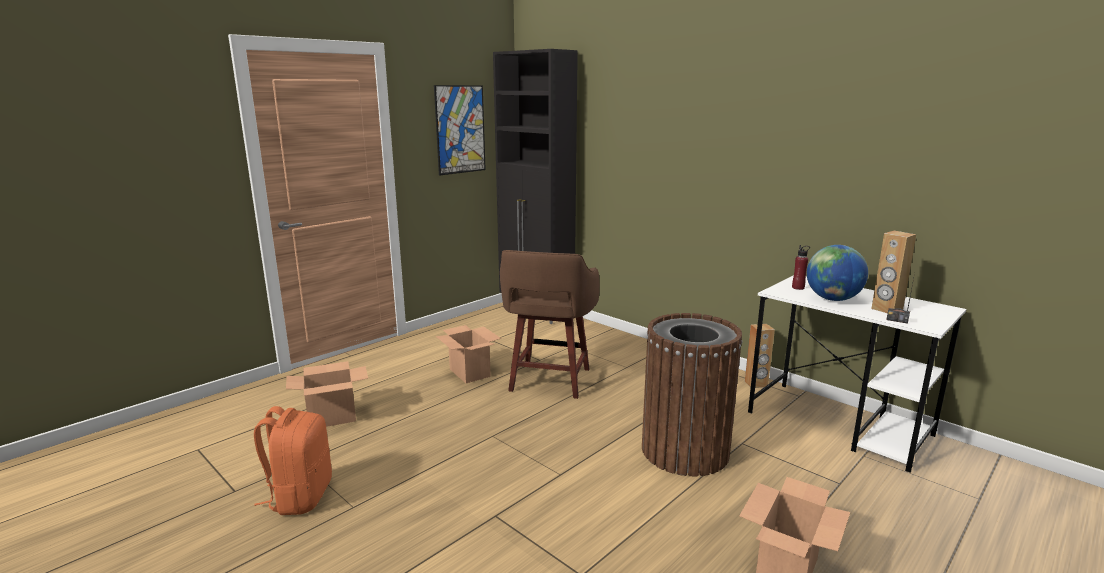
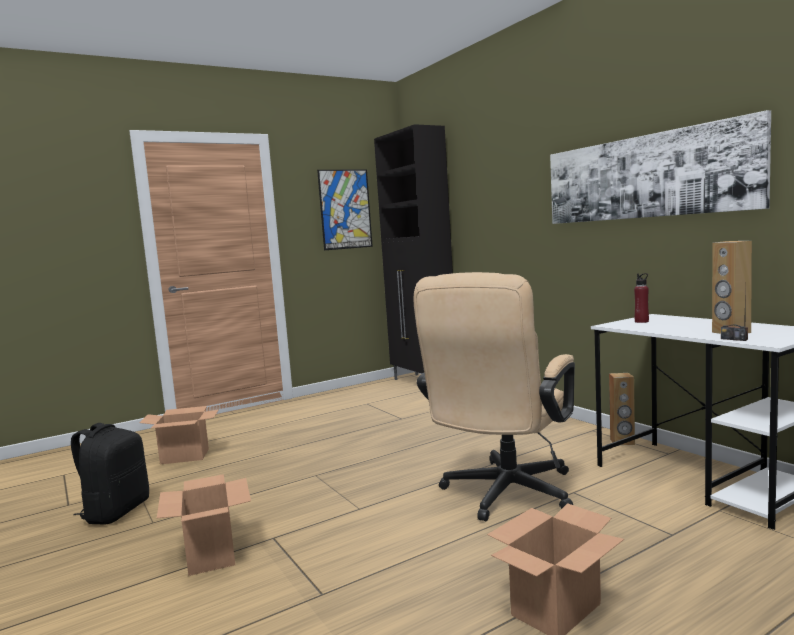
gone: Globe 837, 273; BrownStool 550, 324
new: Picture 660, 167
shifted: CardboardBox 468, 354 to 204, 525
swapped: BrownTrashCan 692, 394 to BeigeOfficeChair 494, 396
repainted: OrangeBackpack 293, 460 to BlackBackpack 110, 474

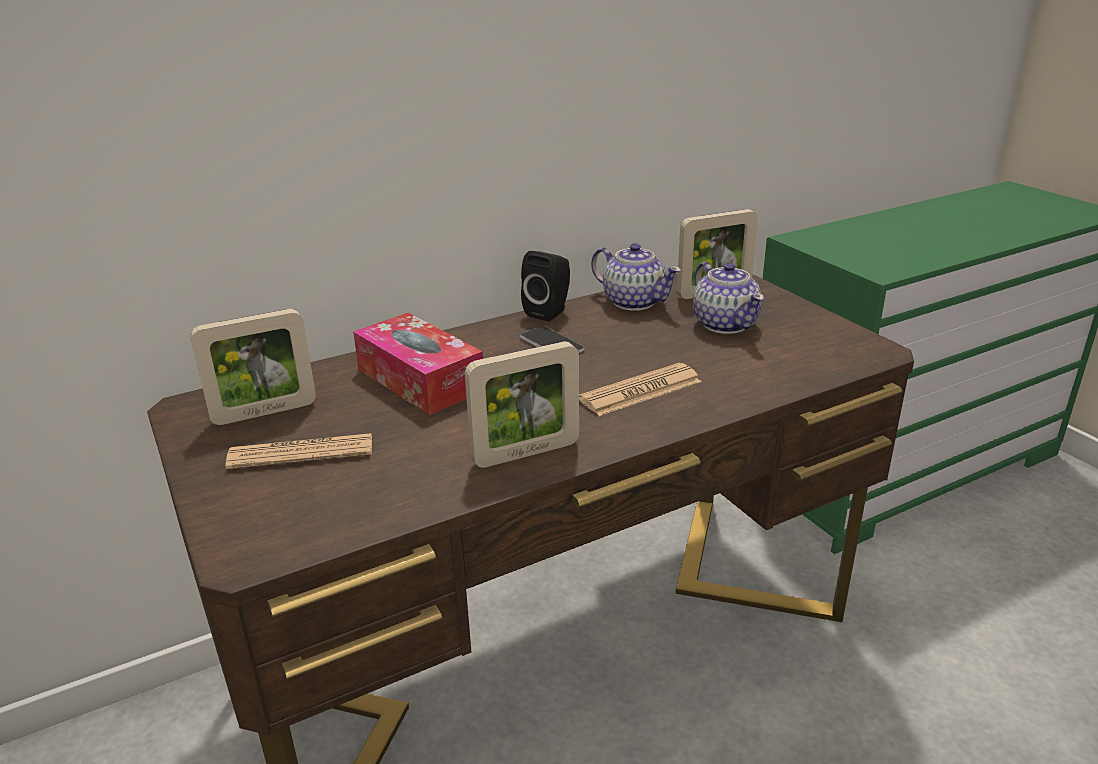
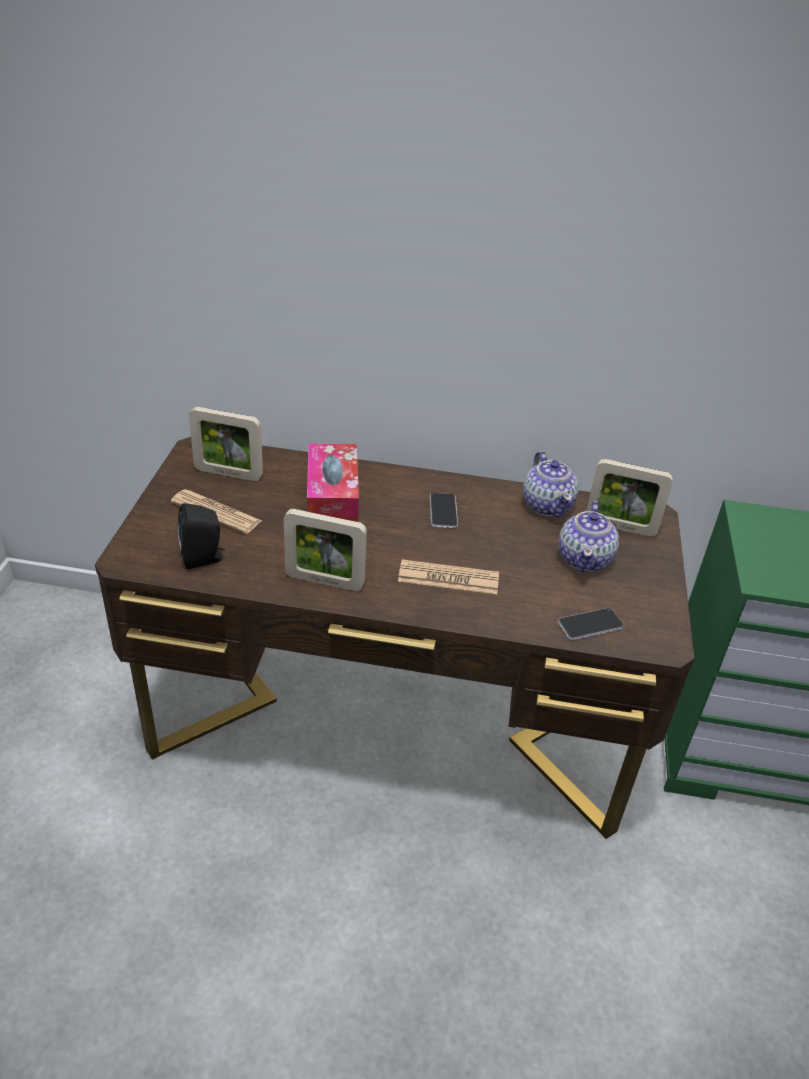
new: Phone 591, 624
shifted: BlackSpeaker 545, 286 to 201, 536

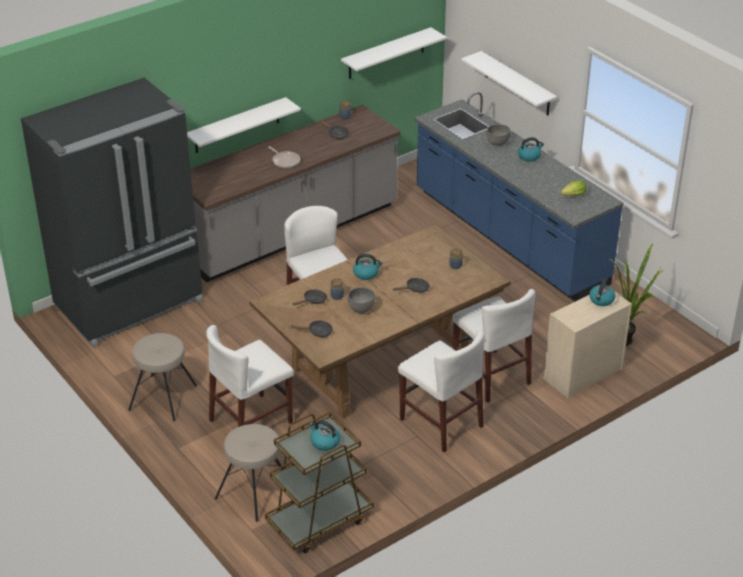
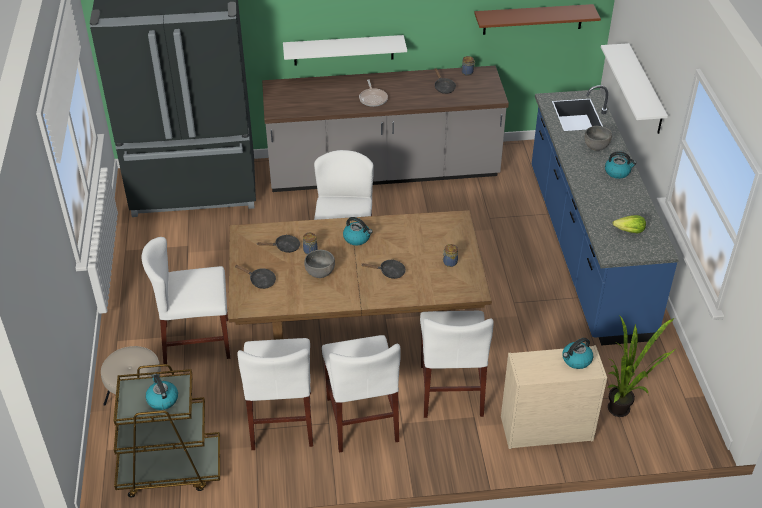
gone: BeigeStool 162, 377
new: WhiteChair 275, 394
repainted: WhiteShelf 394, 53 to BrownShelf 537, 19

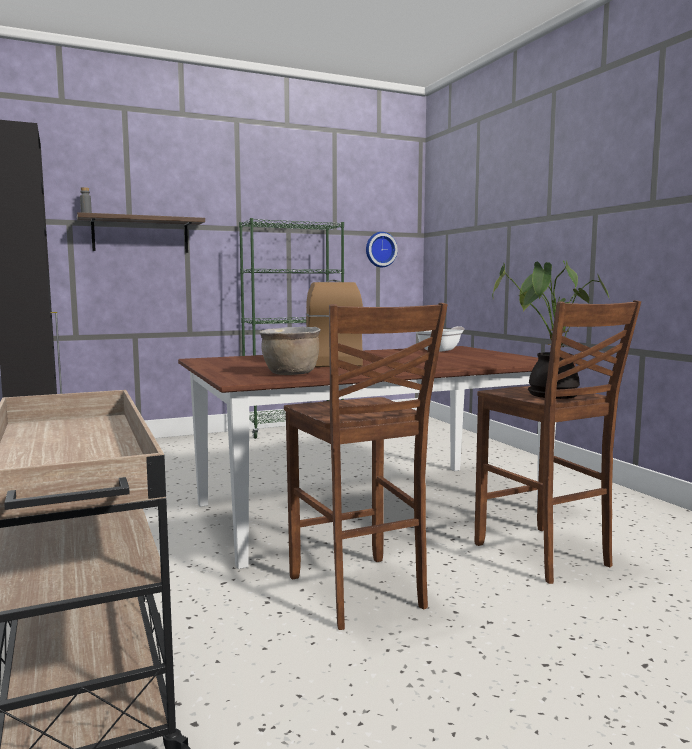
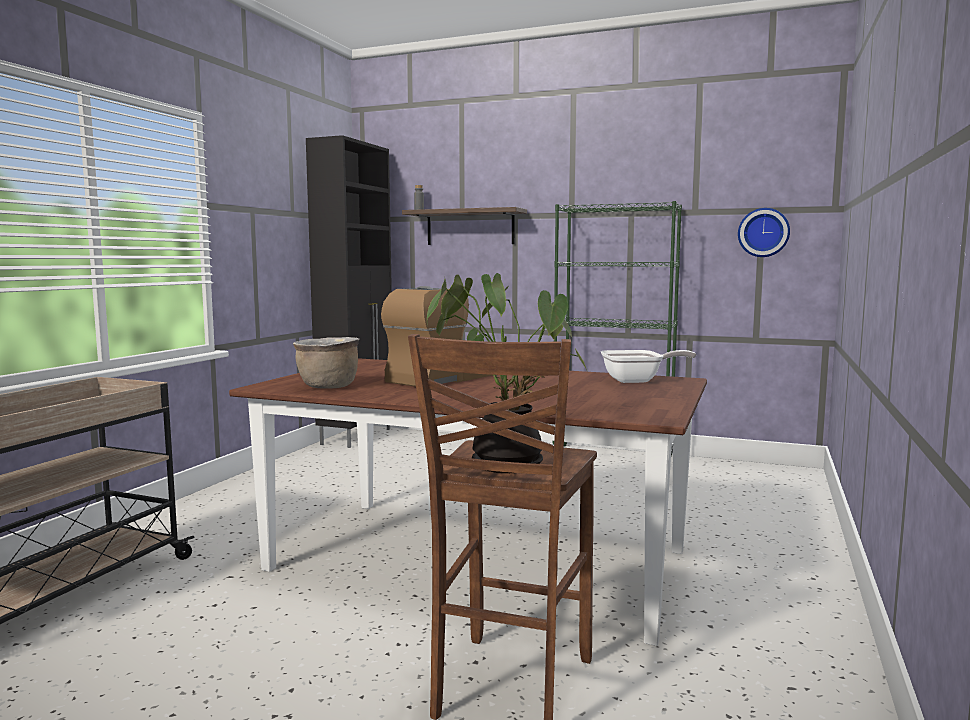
gone: BrownStool 366, 466

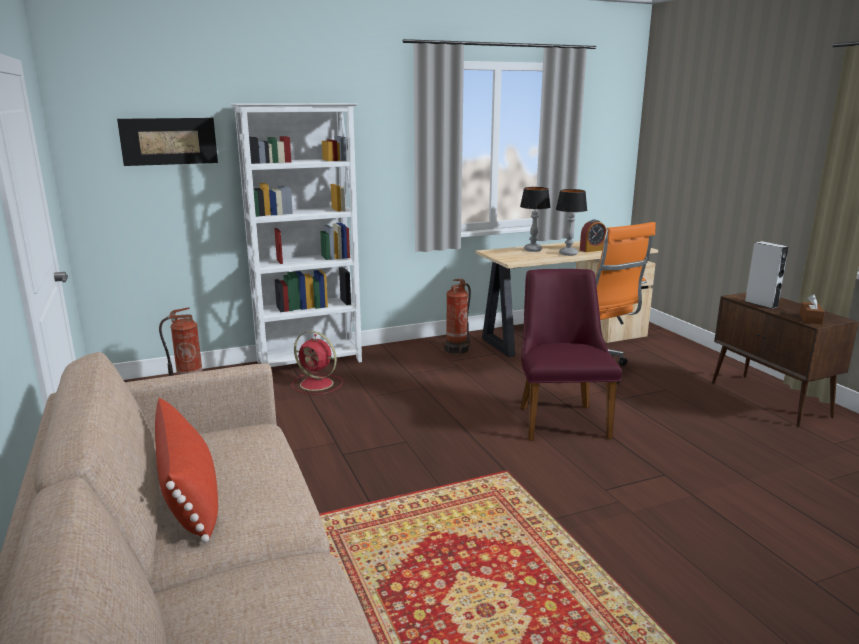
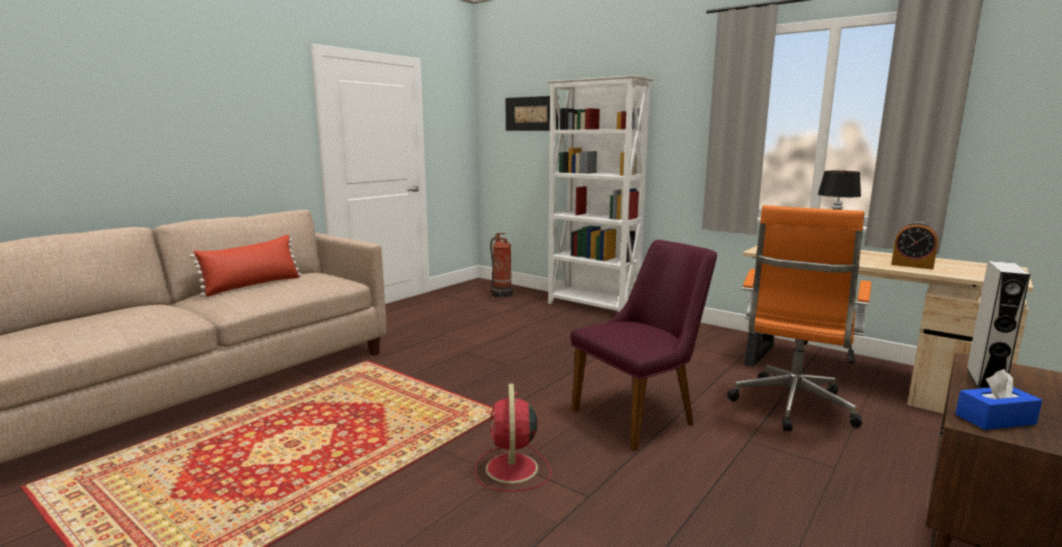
gone: TableLamp 571, 222; FireExtinguisher 456, 317
shifted: RedFan 317, 363 to 513, 438
repainted: BrownTissueBox 812, 309 to BlueTissueBox 999, 399

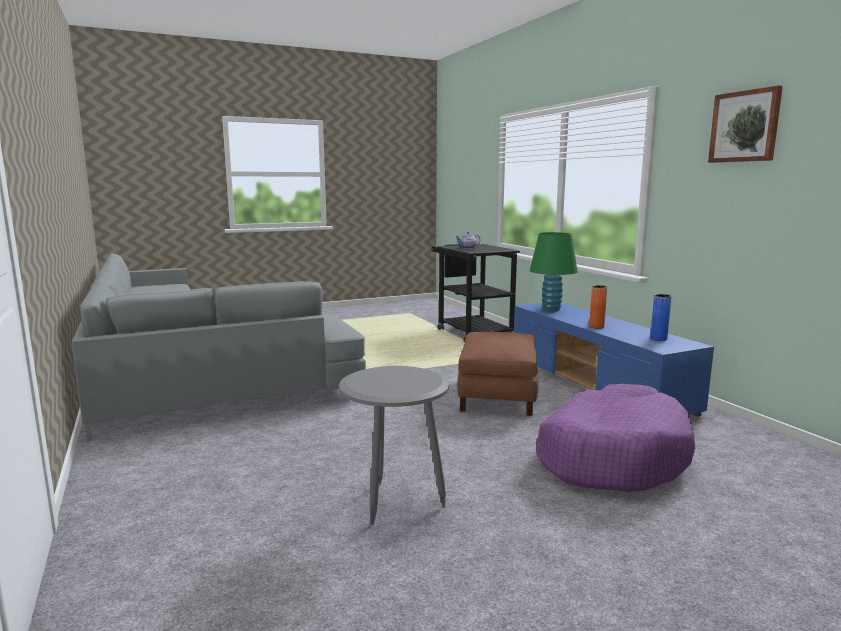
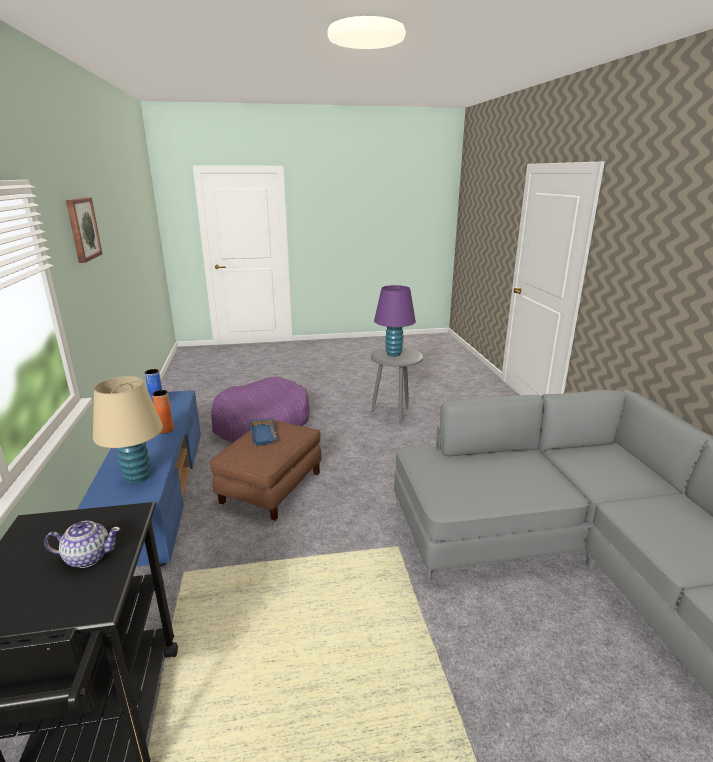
new: PurpleTableLamp 395, 321; BlueTray 263, 432
repainted: GreenTableLamp 554, 272 to BeigeTableLamp 128, 430

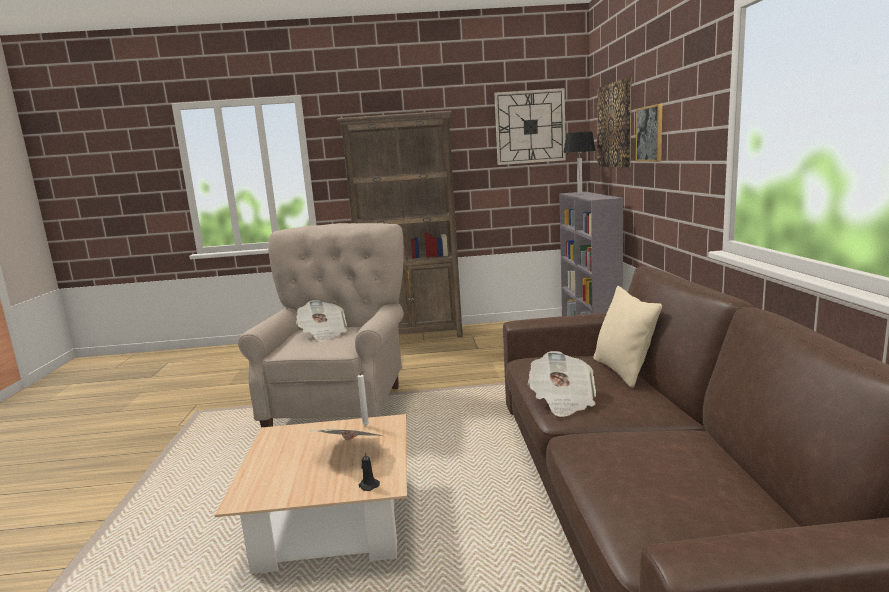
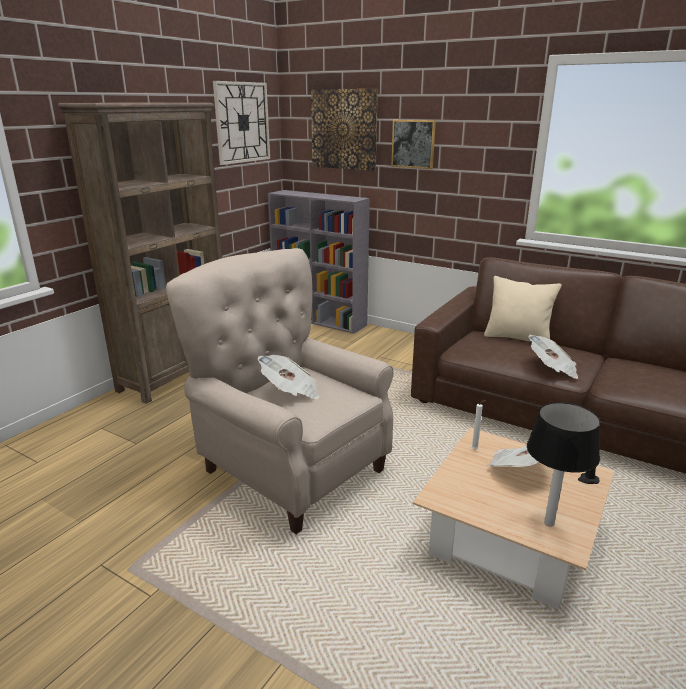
shifted: TableLamp 579, 162 to 563, 464

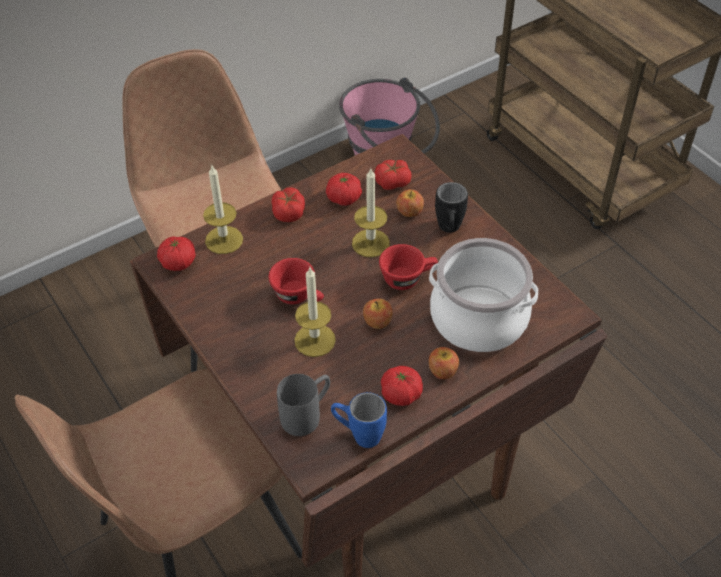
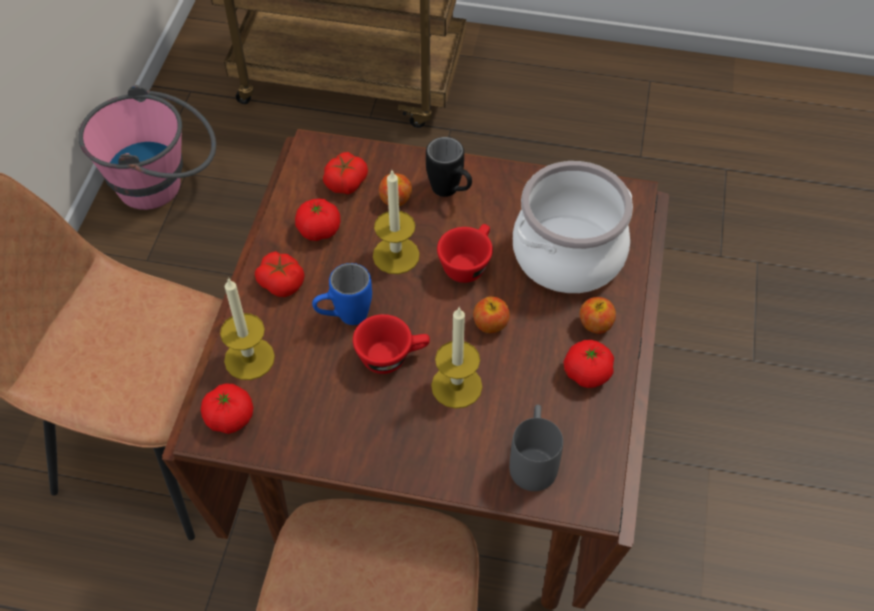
shifted: BlueMug 359, 420 to 342, 294

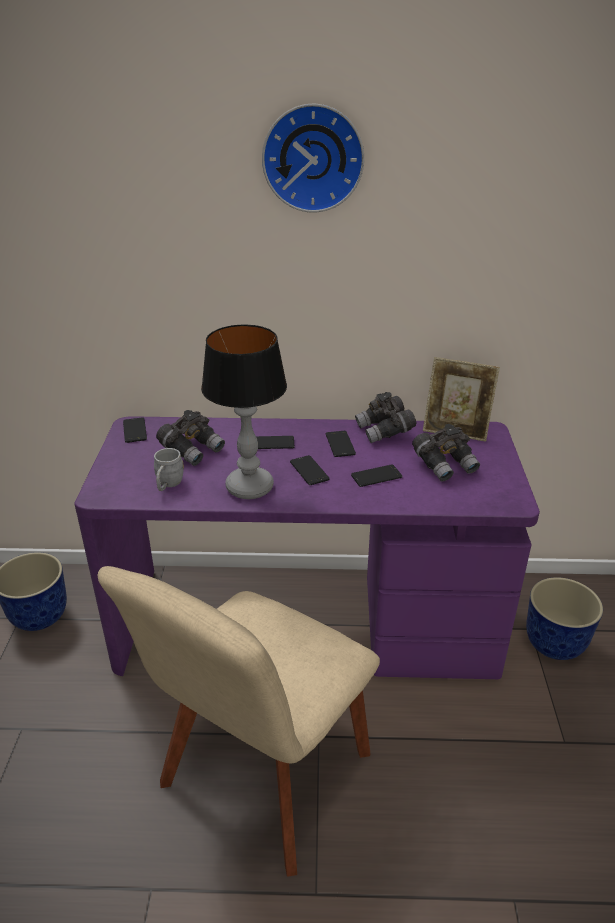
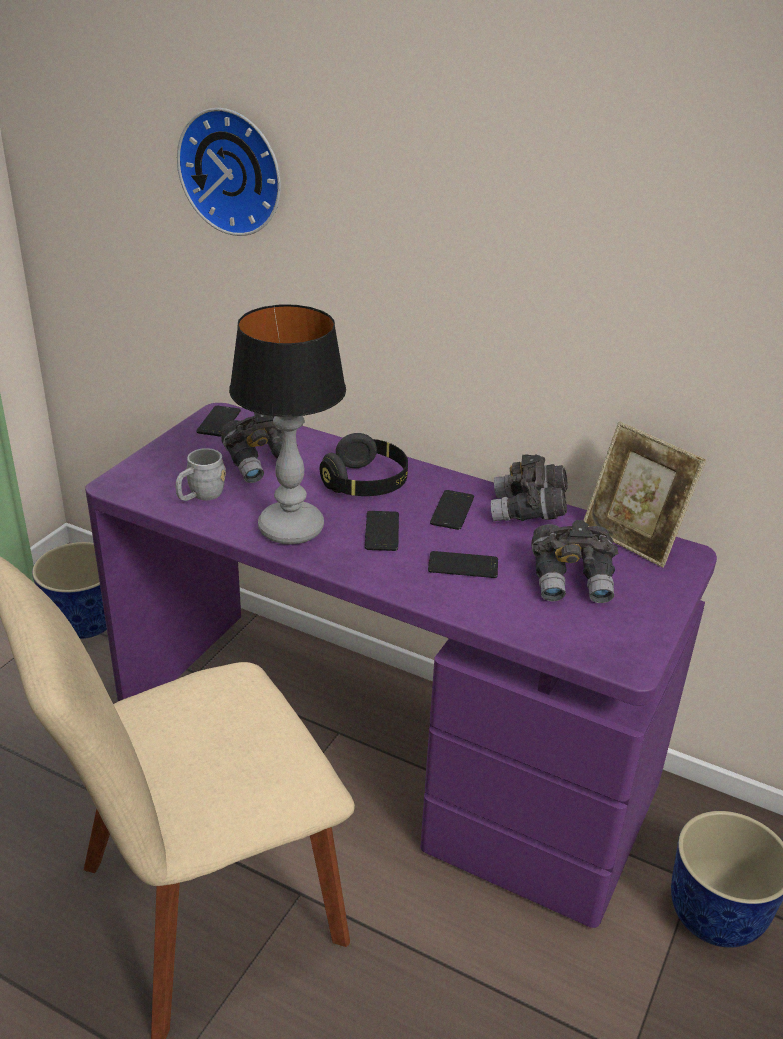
shifted: WallClock 313, 158 to 229, 172
swapped: Phone 275, 442 to BlackHeadphones 364, 464

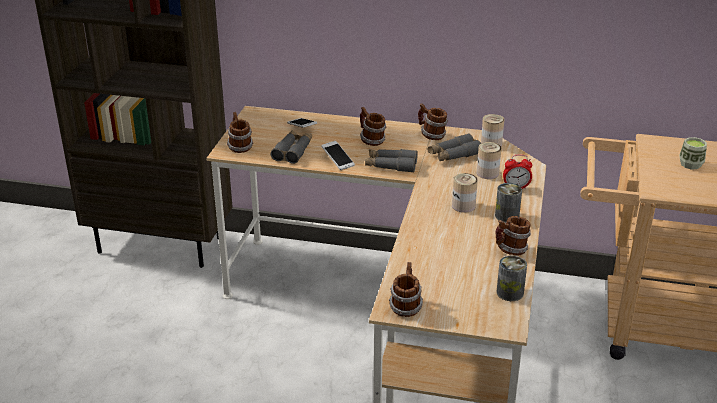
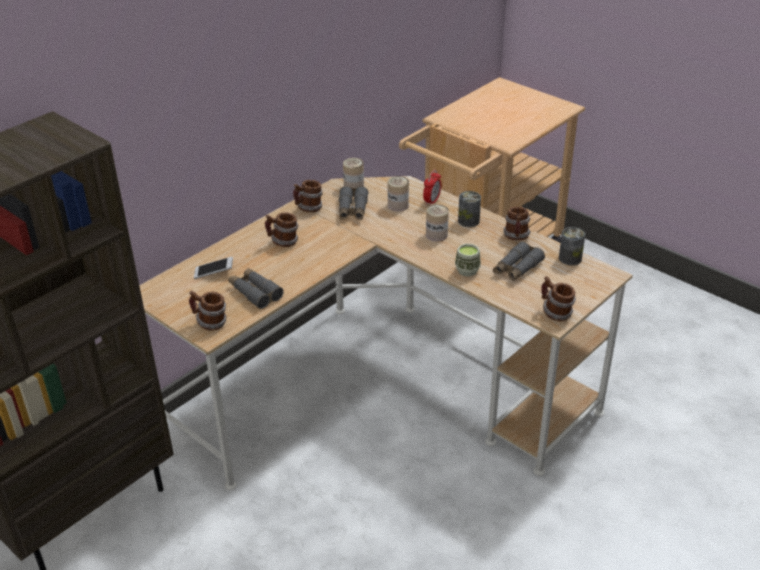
gone: Phone 338, 155
shifted: Cup 693, 153 to 468, 260; GreyBinoculars 391, 161 to 519, 261

